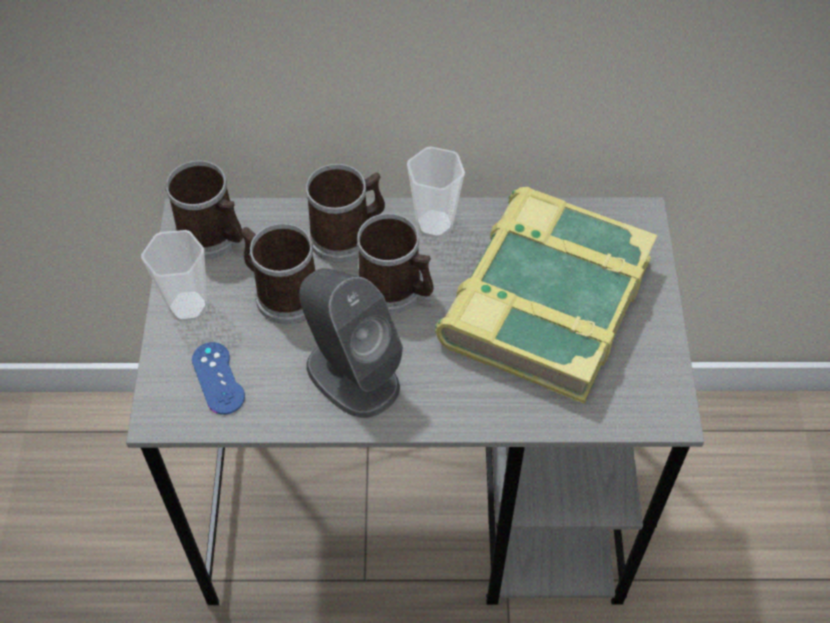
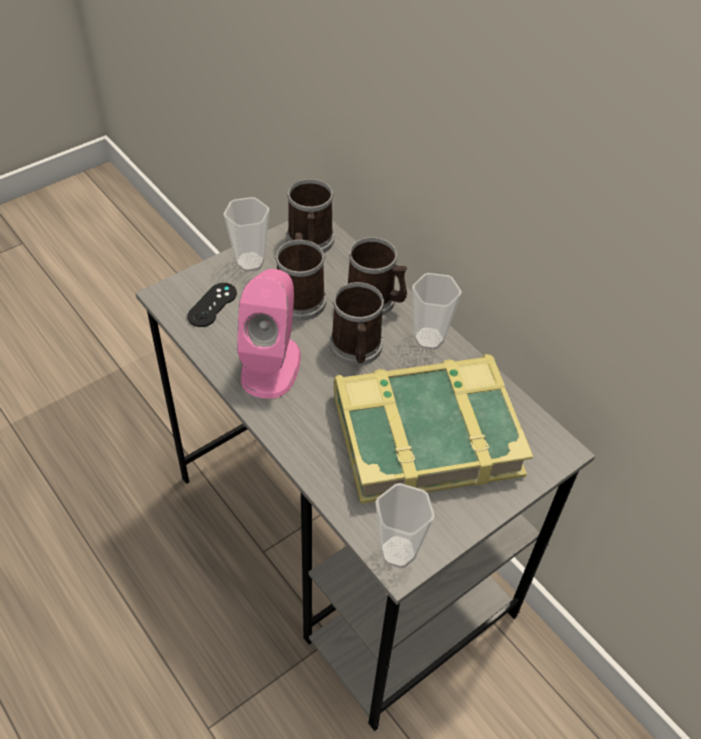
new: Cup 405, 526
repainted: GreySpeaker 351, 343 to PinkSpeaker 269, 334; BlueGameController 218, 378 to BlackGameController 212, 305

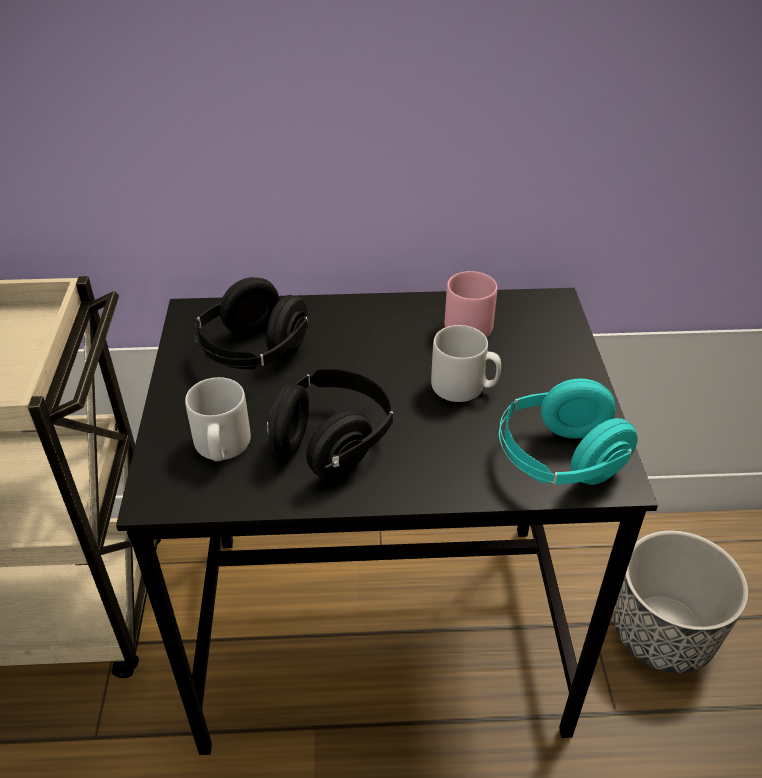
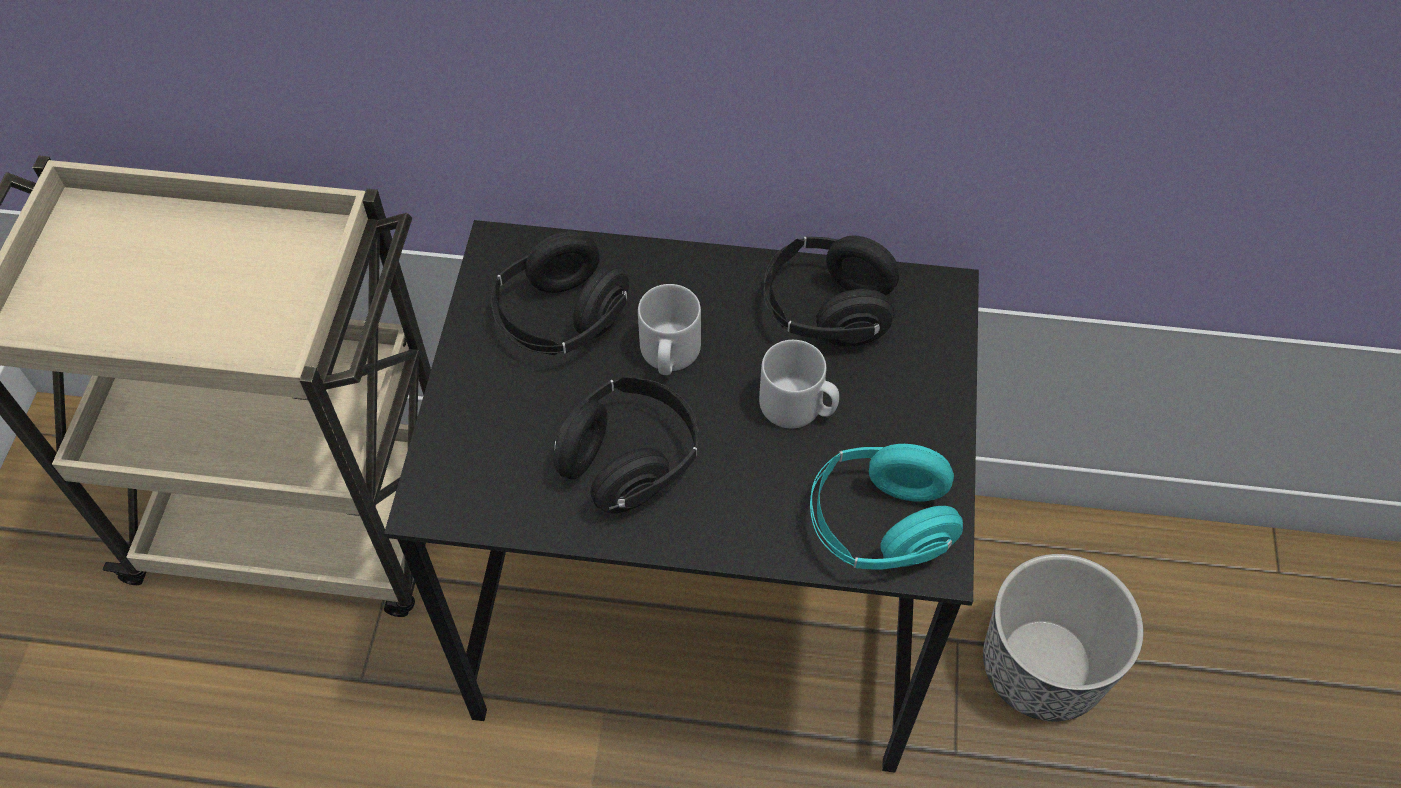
shifted: GreyMug 218, 419 to 669, 329
swapped: PinkMug 470, 304 to BlackHeadphones 831, 290

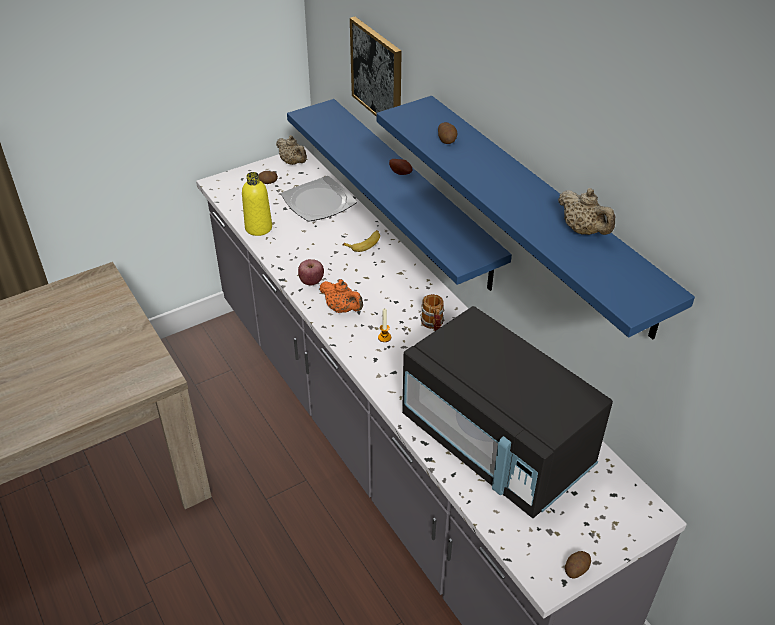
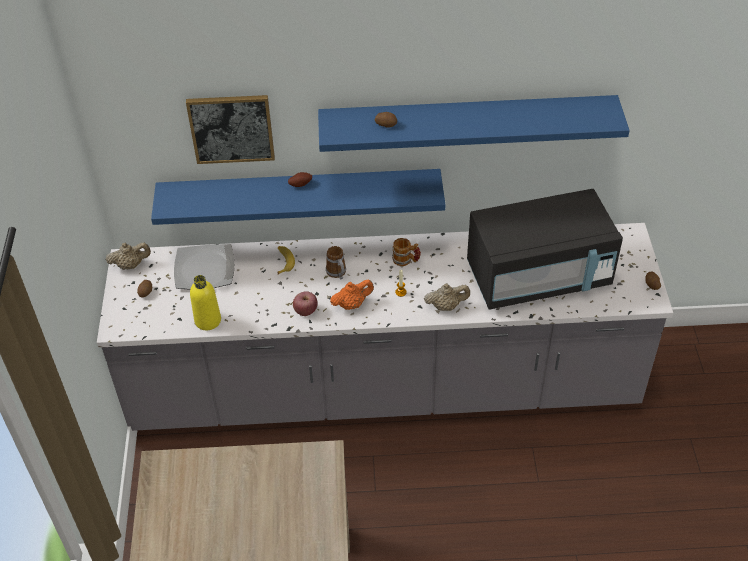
new: Mug 336, 263
shifted: BeigeTeapot 587, 211 to 447, 297

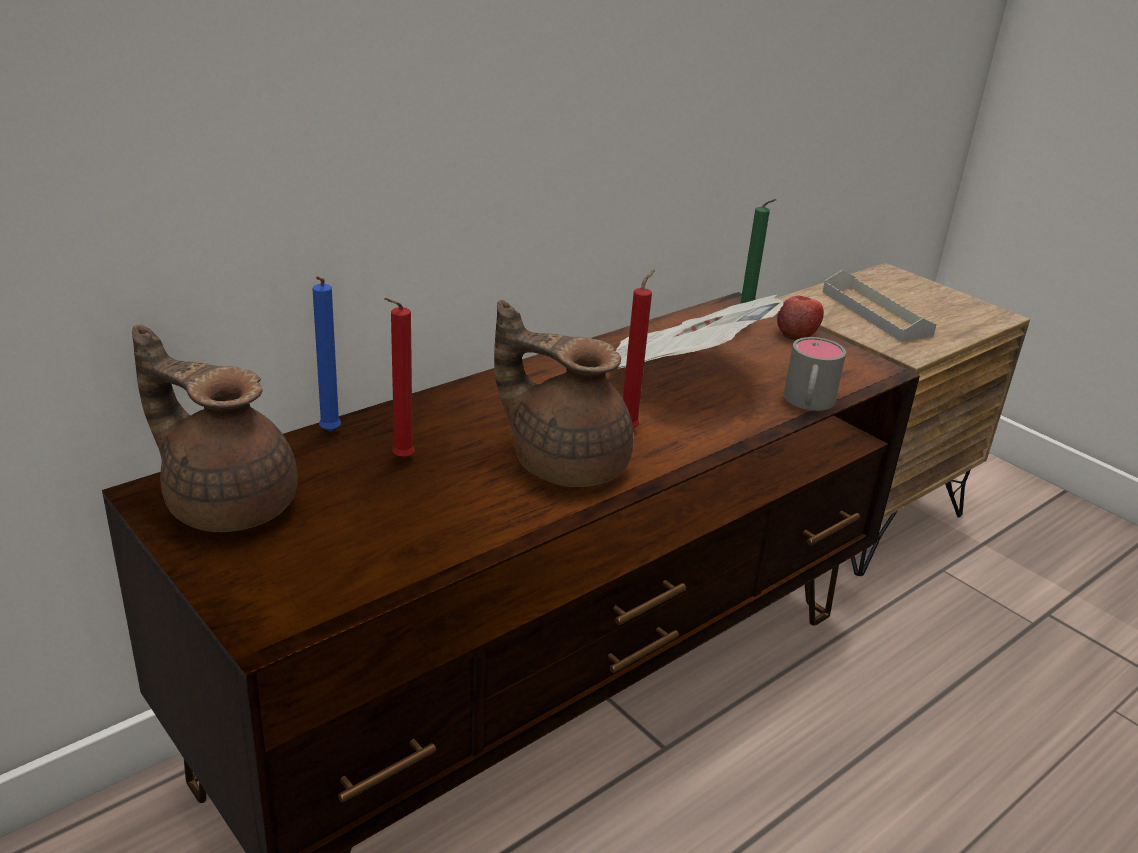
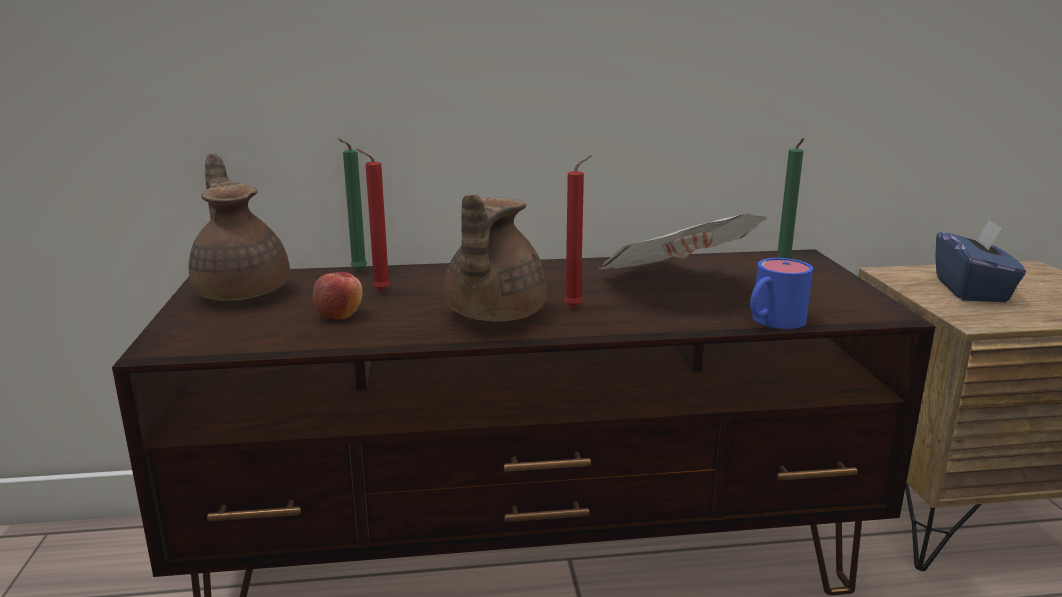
shifted: Apple 800, 318 to 338, 296
swapped: GreyTray 879, 306 to BlueTissueBox 980, 260
repainted: BlueCandle 327, 354 to GreenCandle 352, 205; GreyMug 815, 374 to BlueMug 781, 293
rotated: BrownTeapot 563, 393 = 495, 257 135 degrees counterclockwise

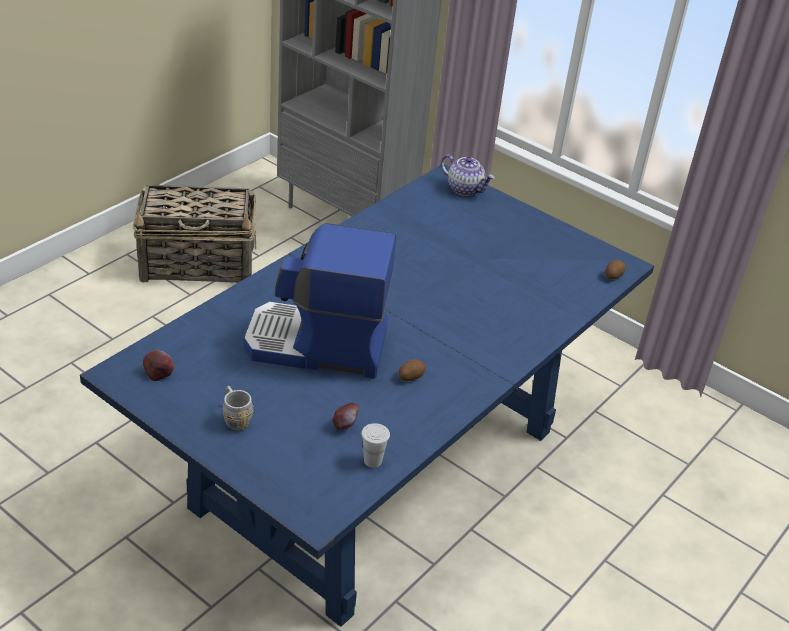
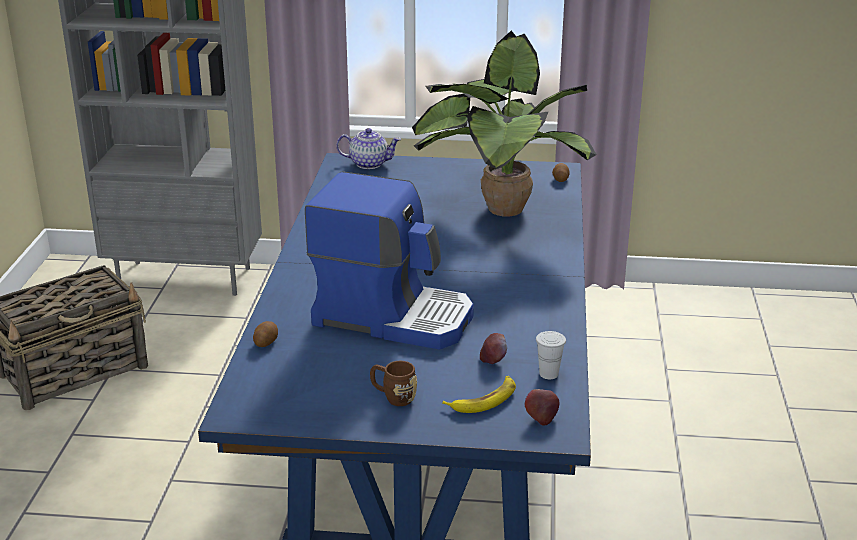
new: PottedPlant 504, 123; Banana 479, 394
shifted: Apple 159, 365 to 541, 407; Potato 412, 370 to 265, 334
repainted: GreyMug 238, 408 to BrownMug 393, 383
rotated: CoffeeMachine 320, 300 = 389, 260 135 degrees counterclockwise

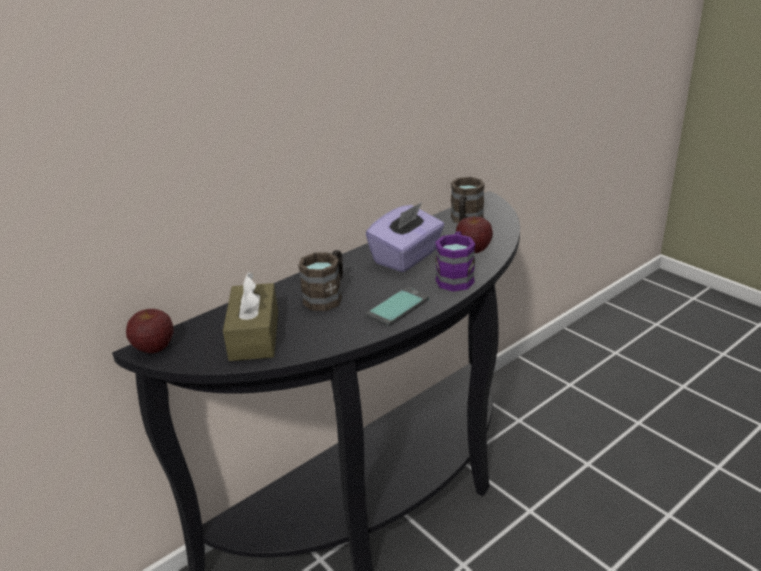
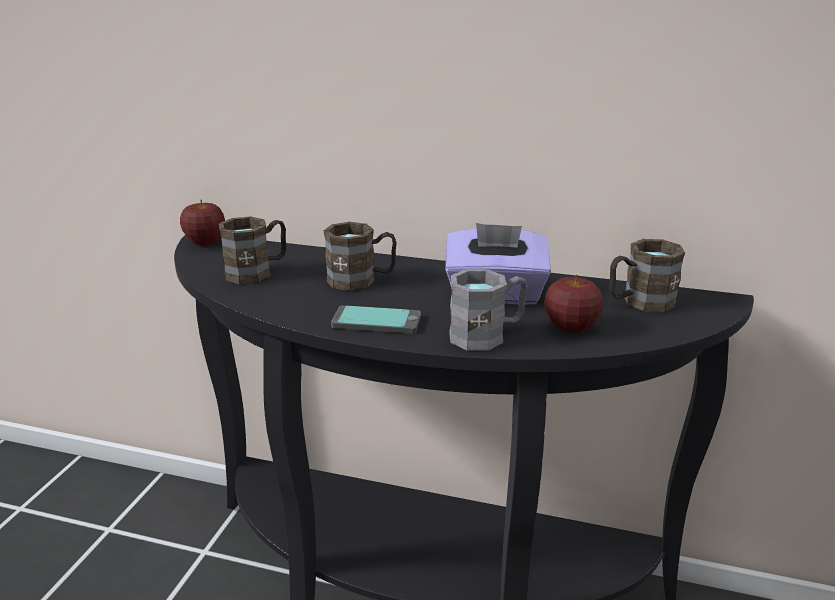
swapped: BrownTissueBox 250, 316 to BrownMug 252, 250
repainted: PurpleMug 455, 261 to GreyMug 488, 309

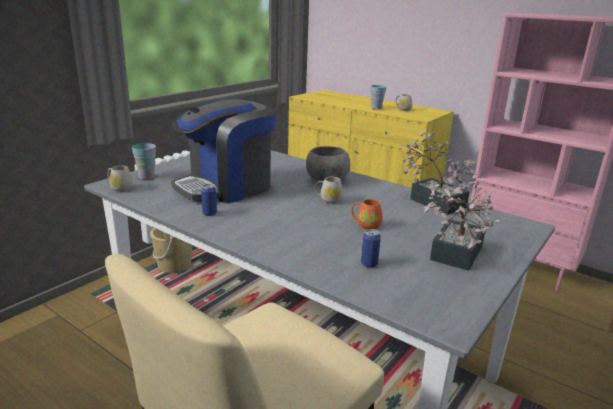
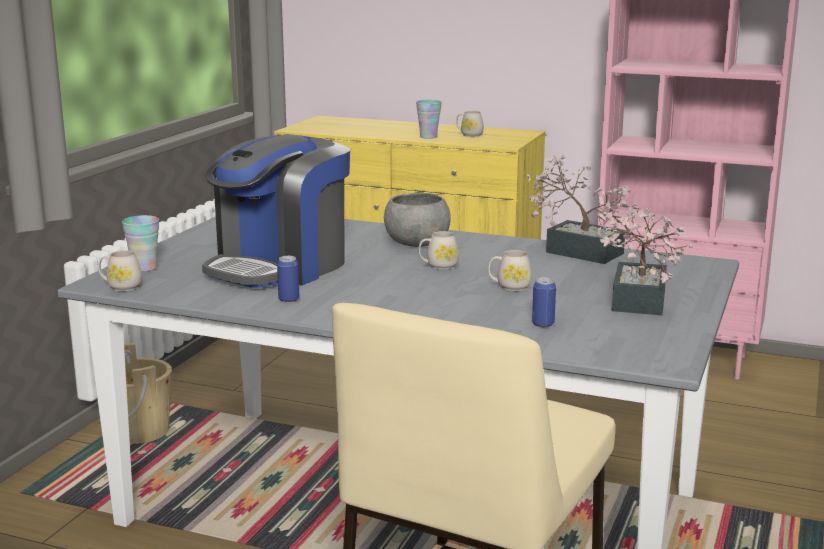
repainted: OrangeMug 367, 214 to WhiteMug 510, 270

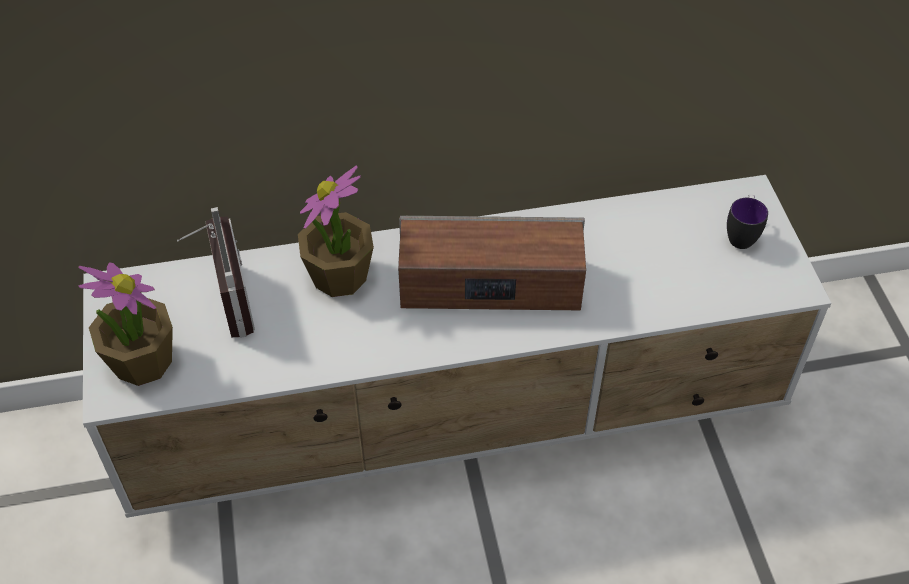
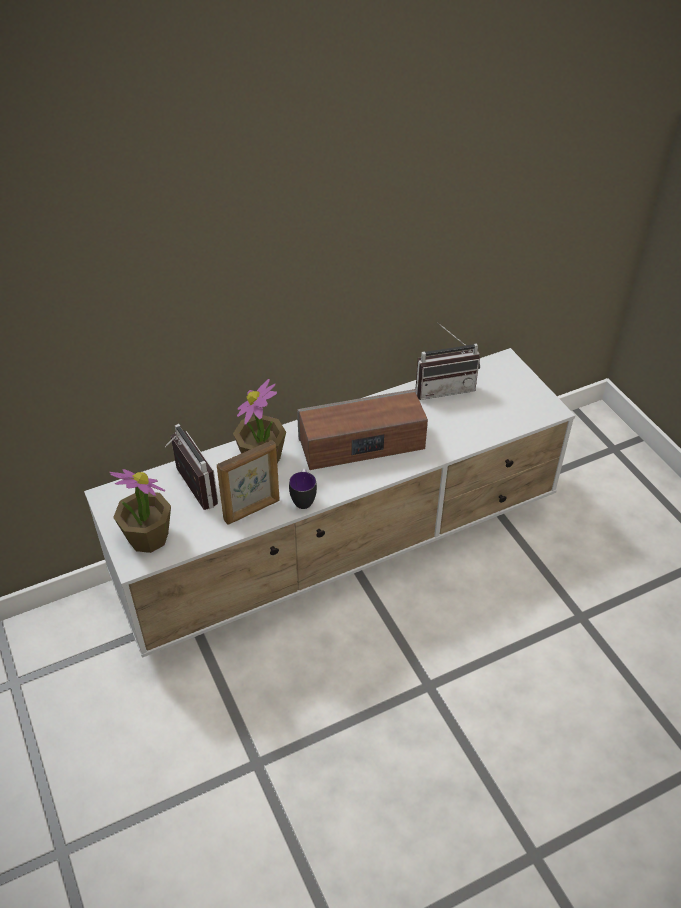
new: Radio 448, 361; PictureFrame 248, 482
shifted: Mug 747, 221 to 303, 489

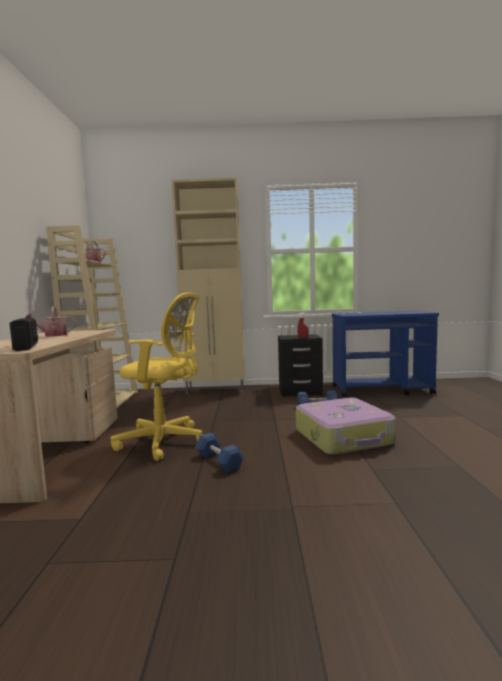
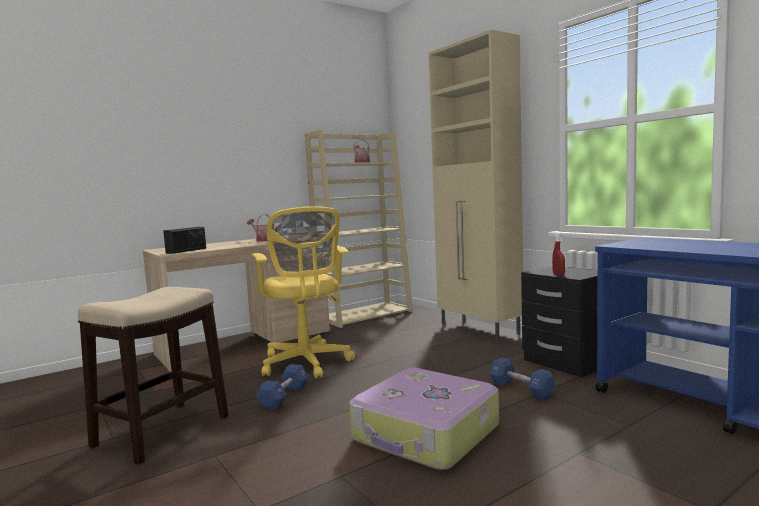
new: Stool 153, 376

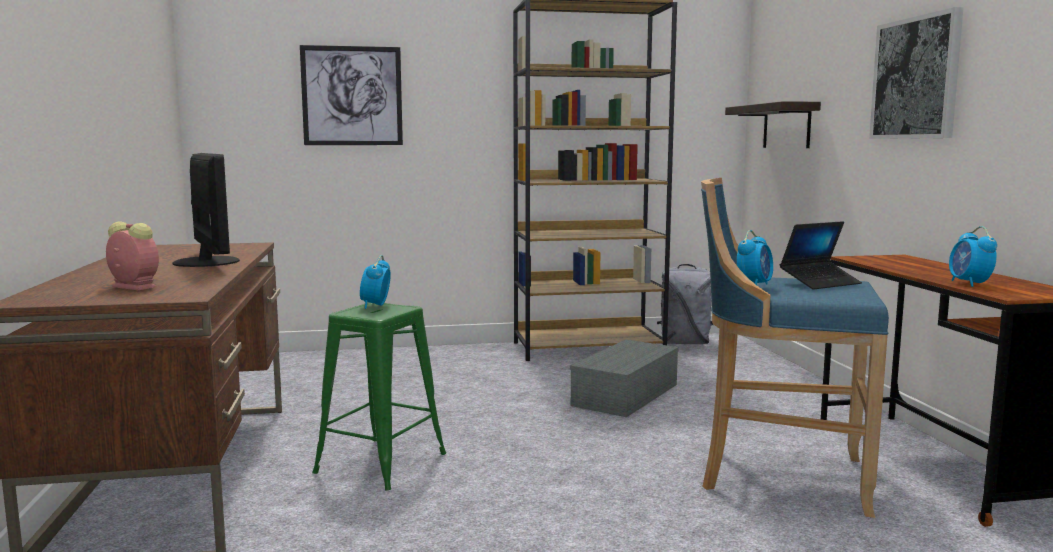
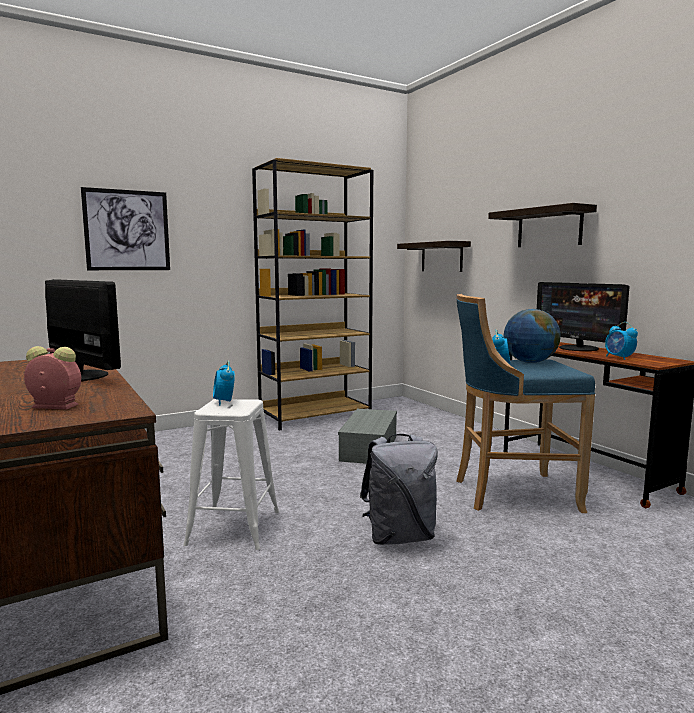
new: Monitor 583, 316
shifted: GreyBackpack 685, 304 to 398, 489
swapped: Picture 916, 73 to Shelf 542, 225; Laptop 821, 255 to Globe 532, 336
repainted: GreenStool 379, 396 to WhiteStool 231, 474

